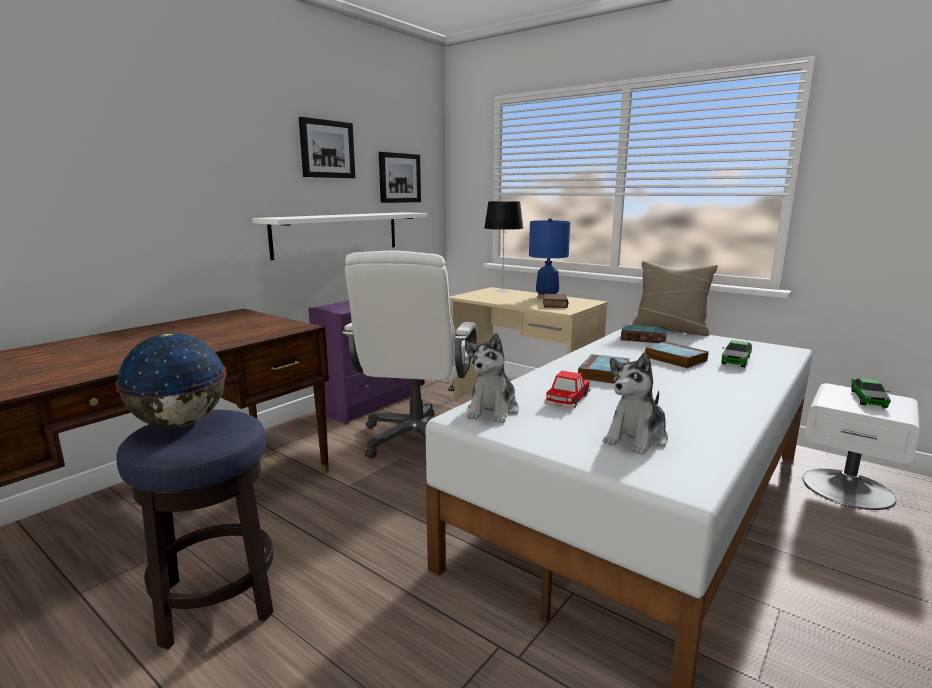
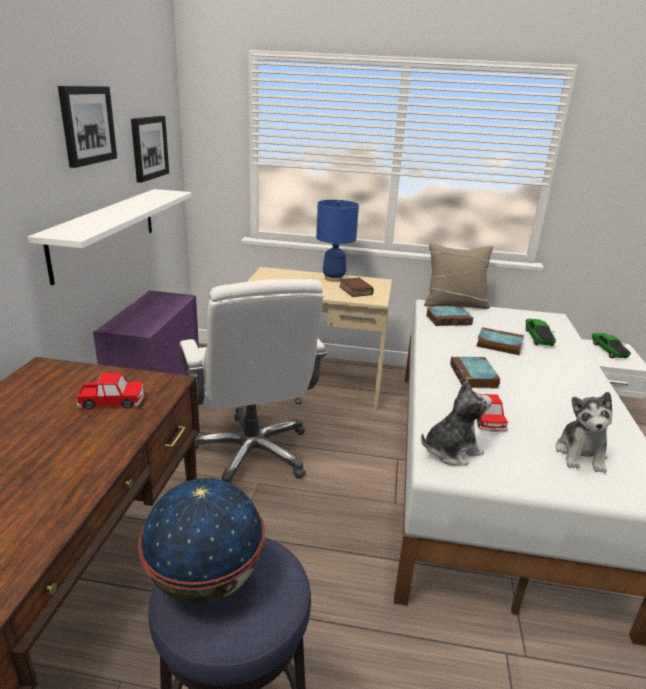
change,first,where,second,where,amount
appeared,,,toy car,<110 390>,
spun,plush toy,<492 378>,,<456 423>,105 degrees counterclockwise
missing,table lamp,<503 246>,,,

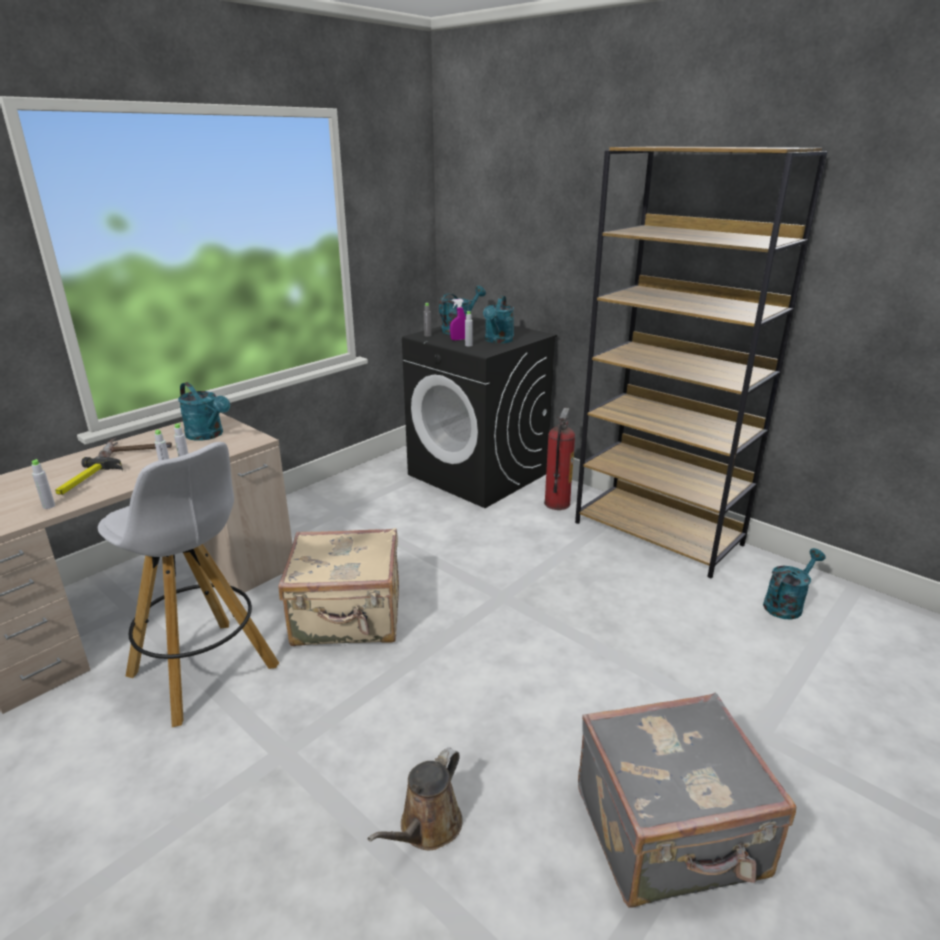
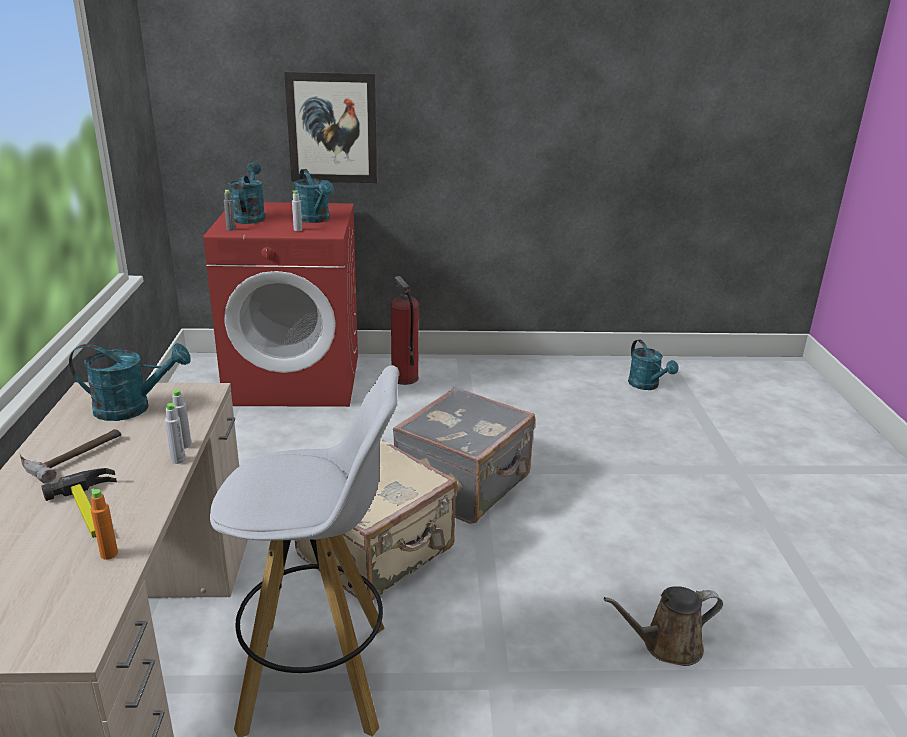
change,first,where,second,where,amount
colour,bottle in grey,<43 484>,bottle in orange,<104 524>,
colour,washing machine in black,<479 412>,washing machine in red,<280 304>,
appeared,,,picture,<330 127>,
relocated,suitcase in grey,<687 800>,,<464 455>,
spun,watering can in brown,<415 798>,,<663 626>,90 degrees clockwise
spun,watering can in turquoise,<794 584>,,<653 365>,150 degrees clockwise
missing,spray bottle in purple,<458 319>,,,
missing,bookcase in brown,<701 362>,,,

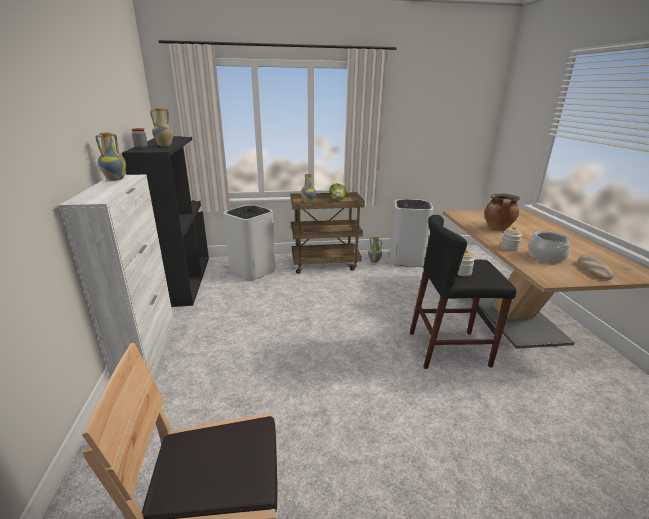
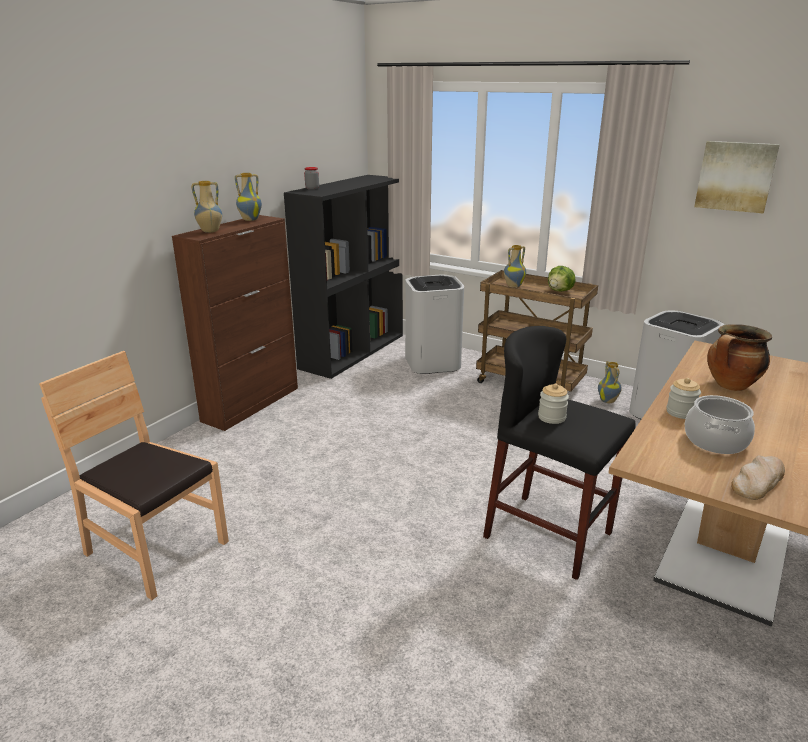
change,first,where,second,where,amount
colour,cabinet in white,<116 276>,cabinet in brown,<235 323>,
relocated,vase,<161 127>,,<206 207>,
appeared,,,picture,<737 177>,

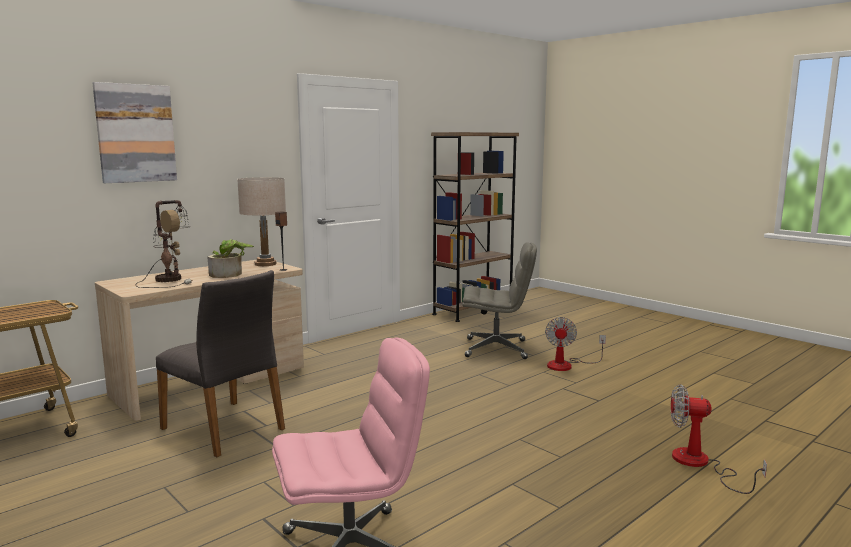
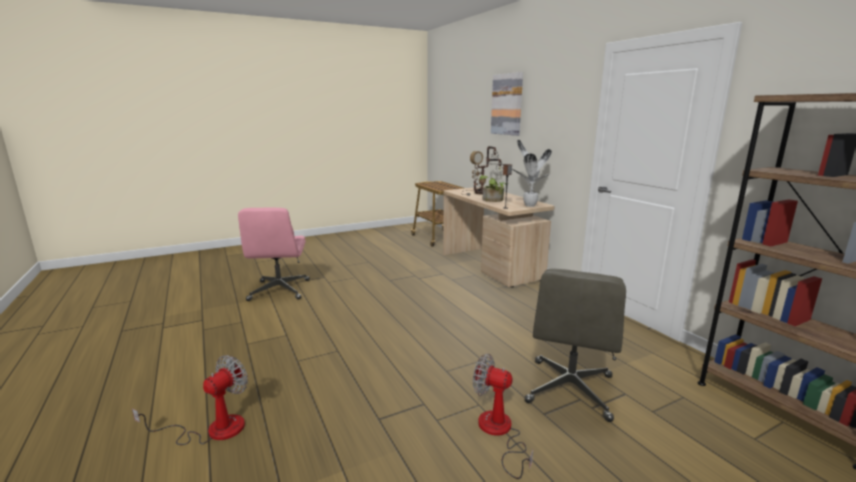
change,first,where,second,where,amount
exchanged,table lamp in beige,<261 221>,potted plant,<532 173>,
missing,chair in grey,<220 363>,,,

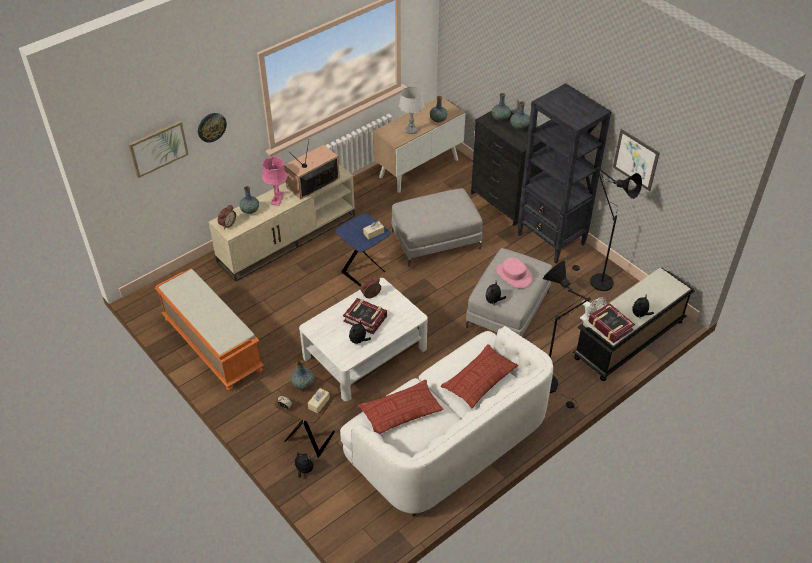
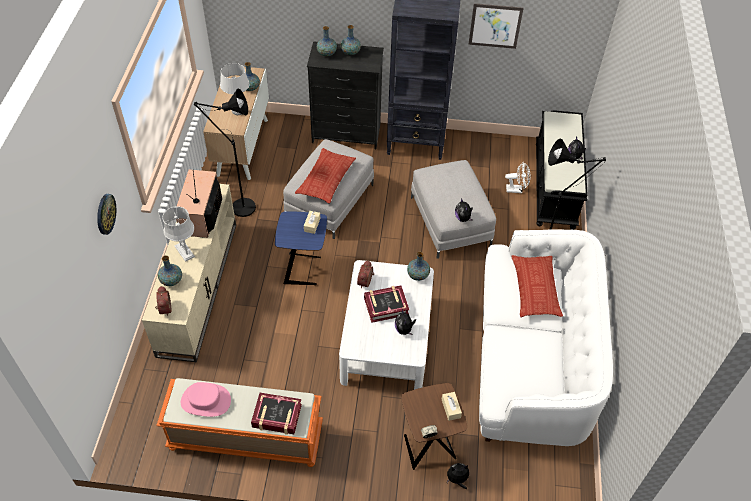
change,first,where,second,where,amount
colour,table lamp in pink,<274 181>,table lamp in grey,<178 234>,
relocated,hat in pink,<514 273>,,<206 399>,
relocated,floor lamp in black,<605 229>,,<225 152>,
relocated,book,<611 323>,,<276 414>,
relocated,pillow,<401 407>,,<325 175>,
relocated,vase,<302 375>,,<418 266>,
missing,picture,<158 149>,,,

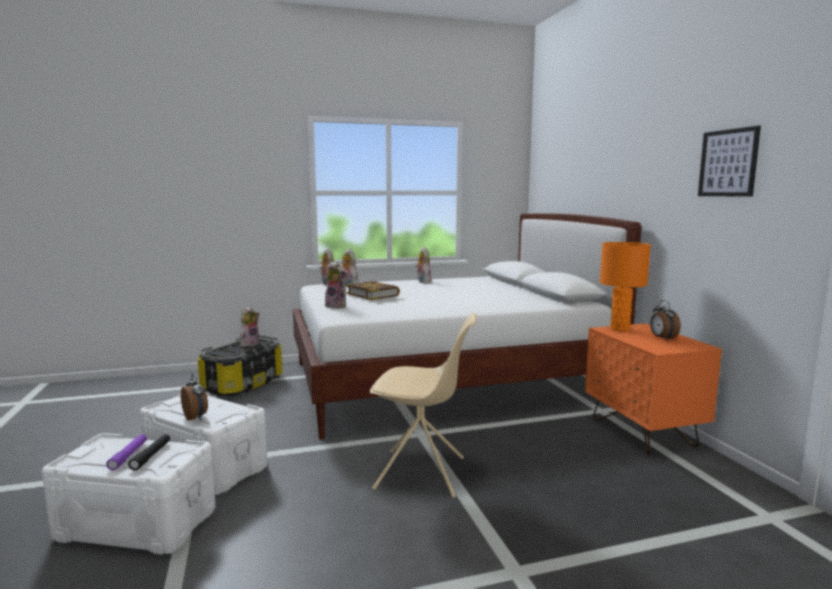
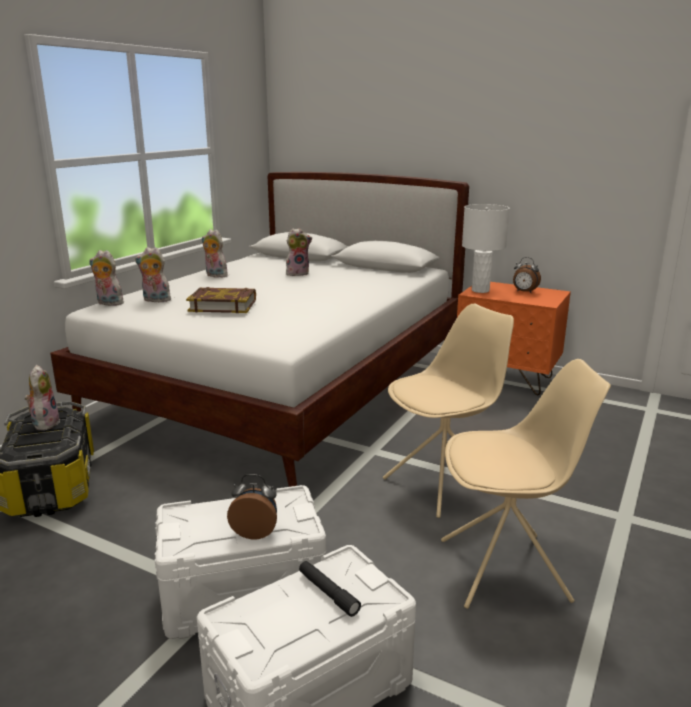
change,first,where,second,where,amount
relocated,plush toy,<336 285>,,<299 252>,
appeared,,,chair in beige,<526 484>,
colour,table lamp in orange,<625 287>,table lamp in white,<486 248>,
missing,flashlight in purple,<126 452>,,,
missing,picture,<729 161>,,,

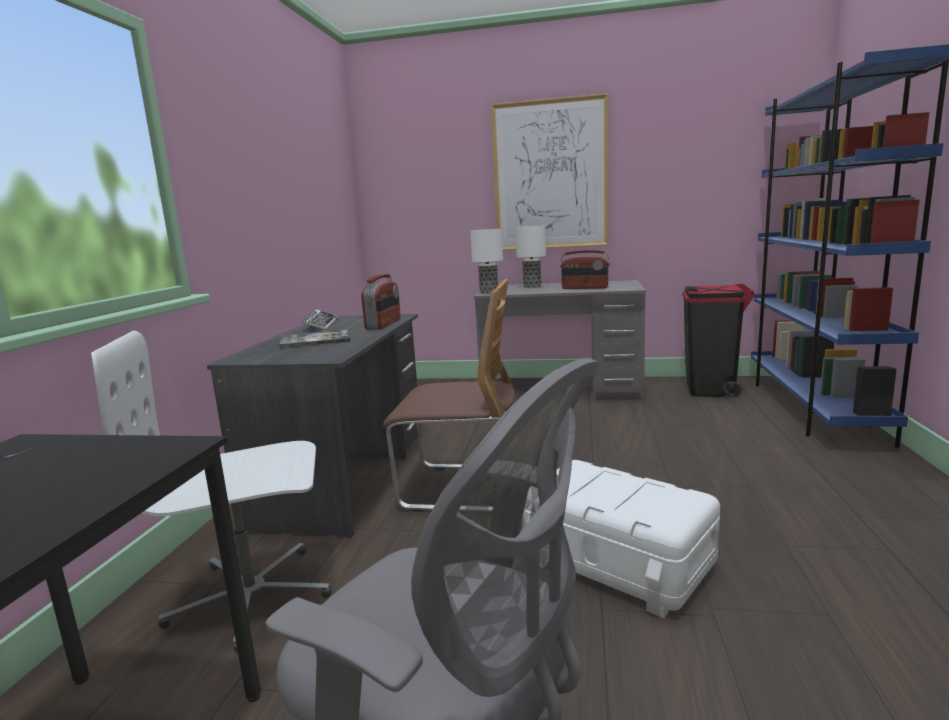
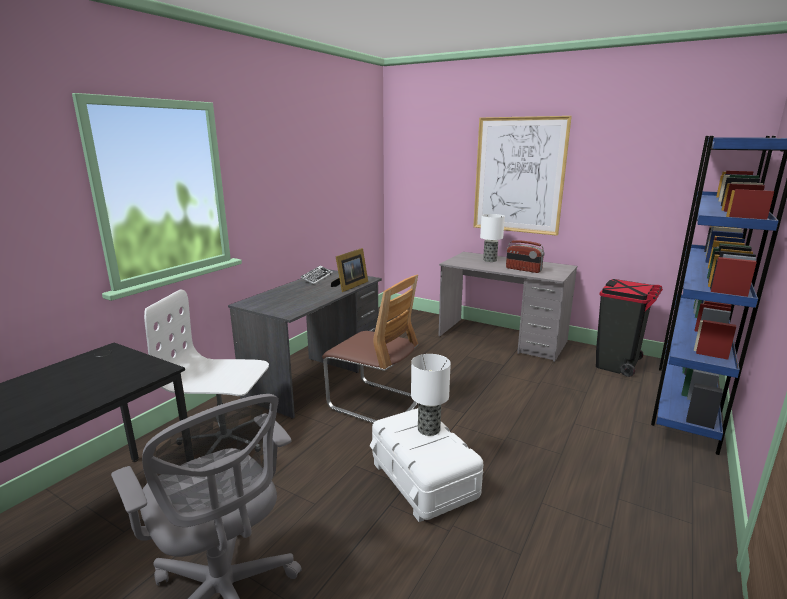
change,first,where,second,where,amount
exchanged,radio,<381 302>,picture frame,<349 270>,
relocated,table lamp,<486 261>,,<431 395>,
missing,book,<314 339>,,,

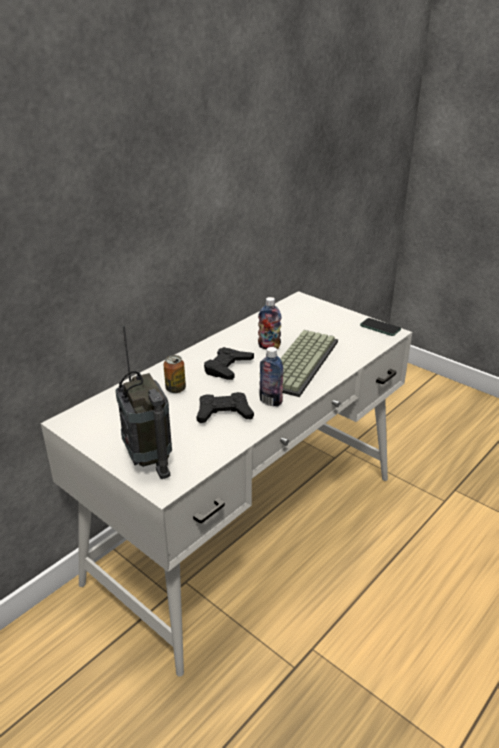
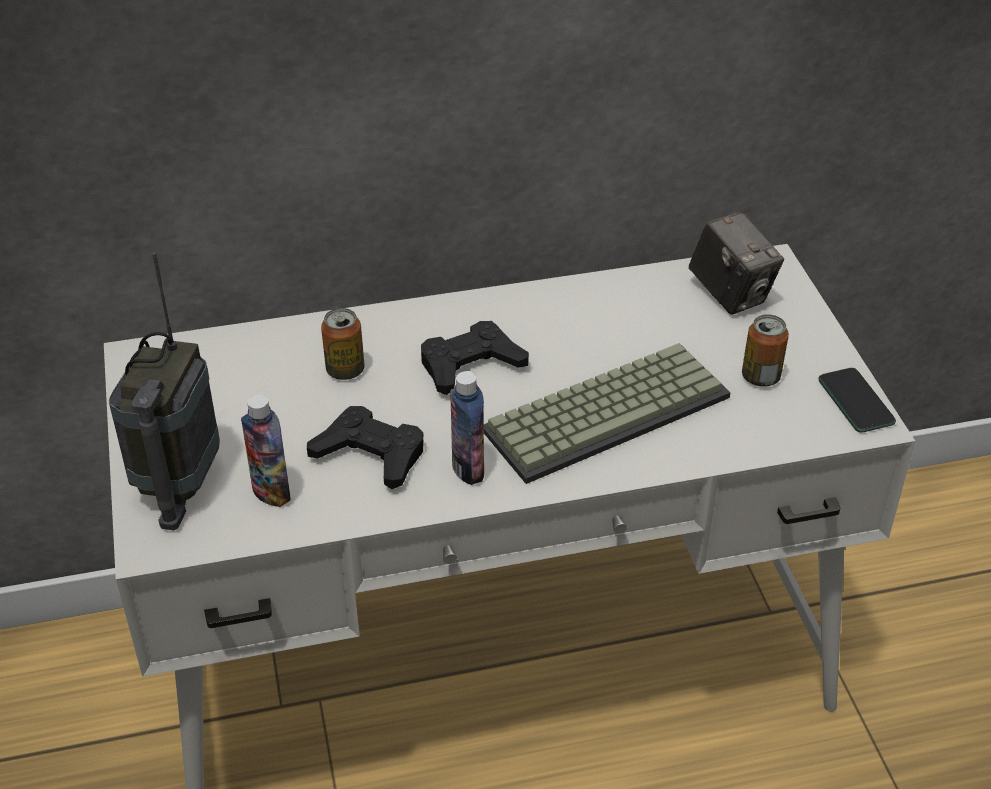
change,first,where,second,where,amount
relocated,bottle,<270 323>,,<266 450>,
appeared,,,photo camera,<736 263>,
appeared,,,can,<765 350>,

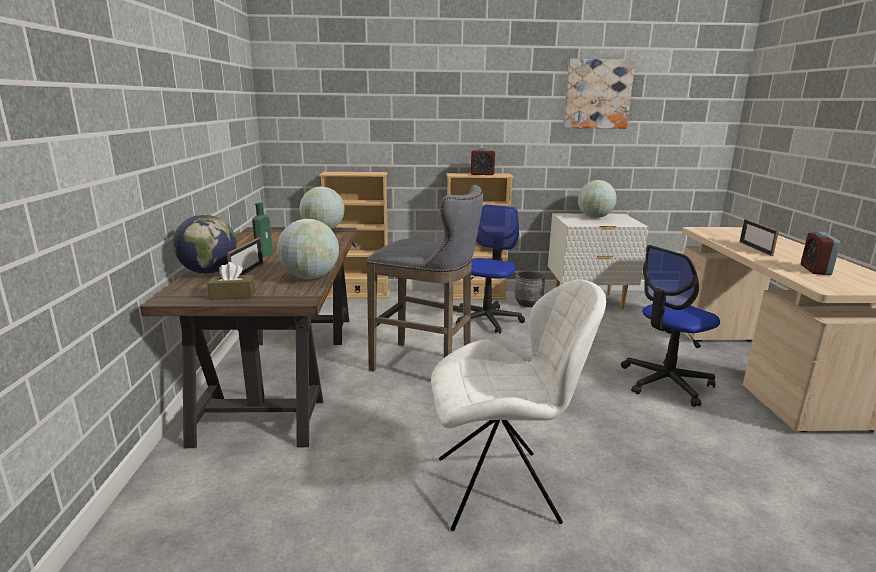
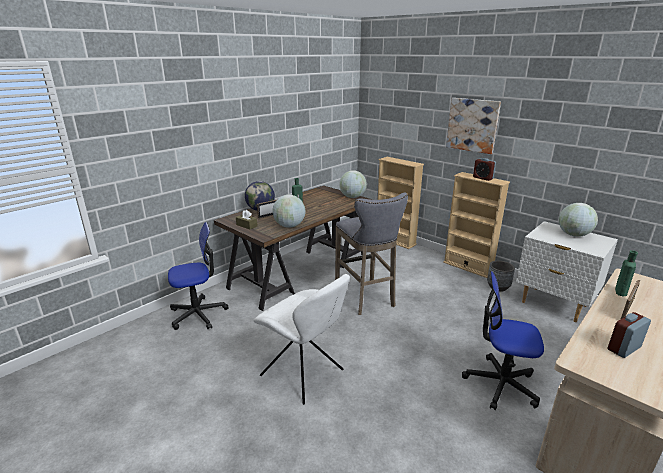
change,first,where,second,where,amount
relocated,office chair,<490 269>,,<198 276>,
relocated,picture,<599 94>,,<473 126>,
appeared,,,bottle in green,<626 273>,

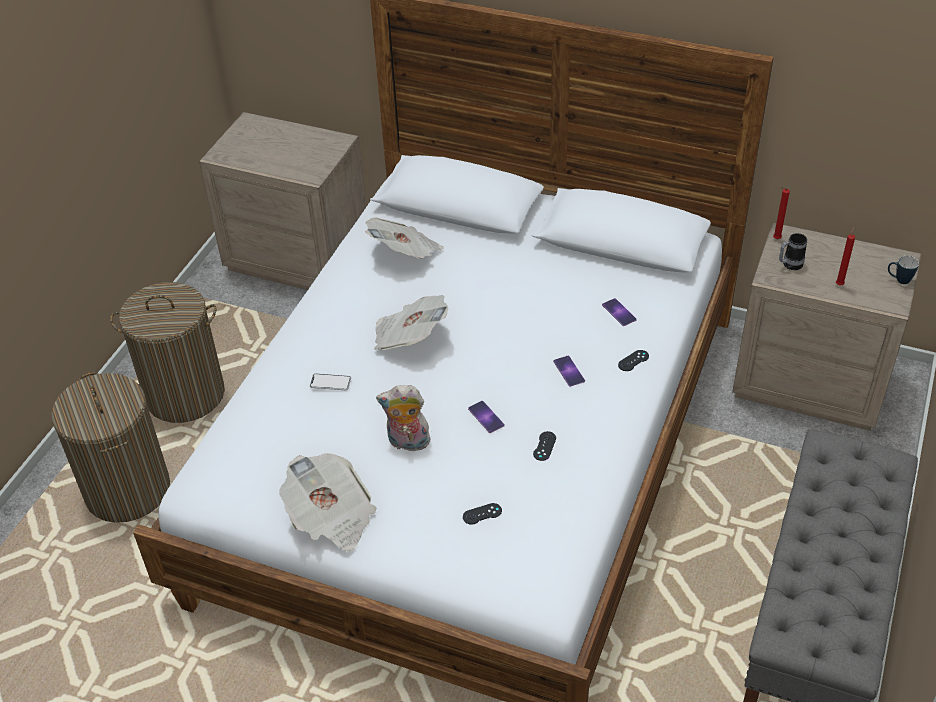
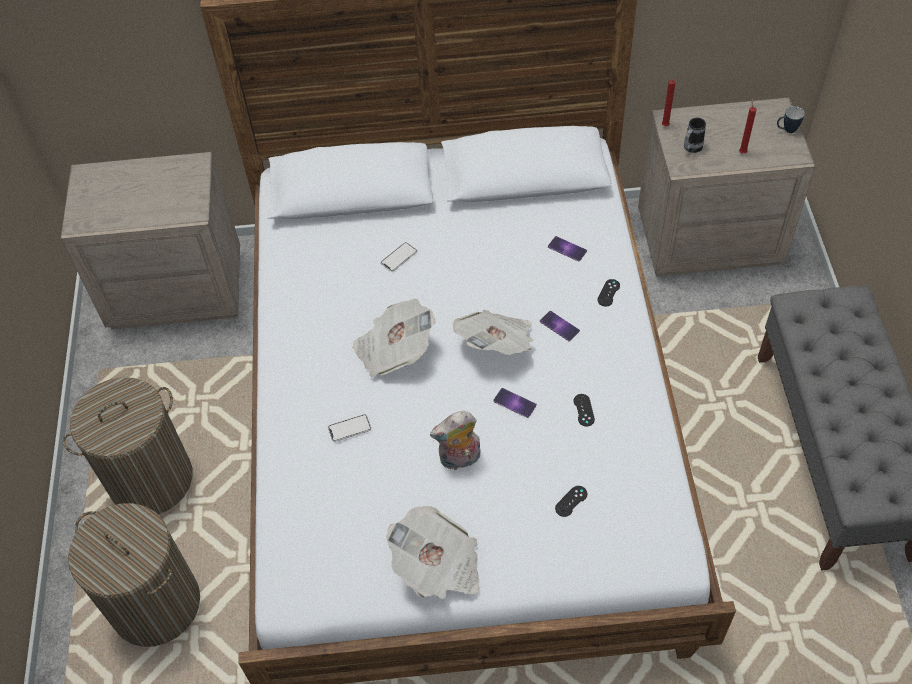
change,first,where,second,where,amount
appeared,,,phone,<399 257>,
relocated,newspaper,<404 238>,,<493 332>,

